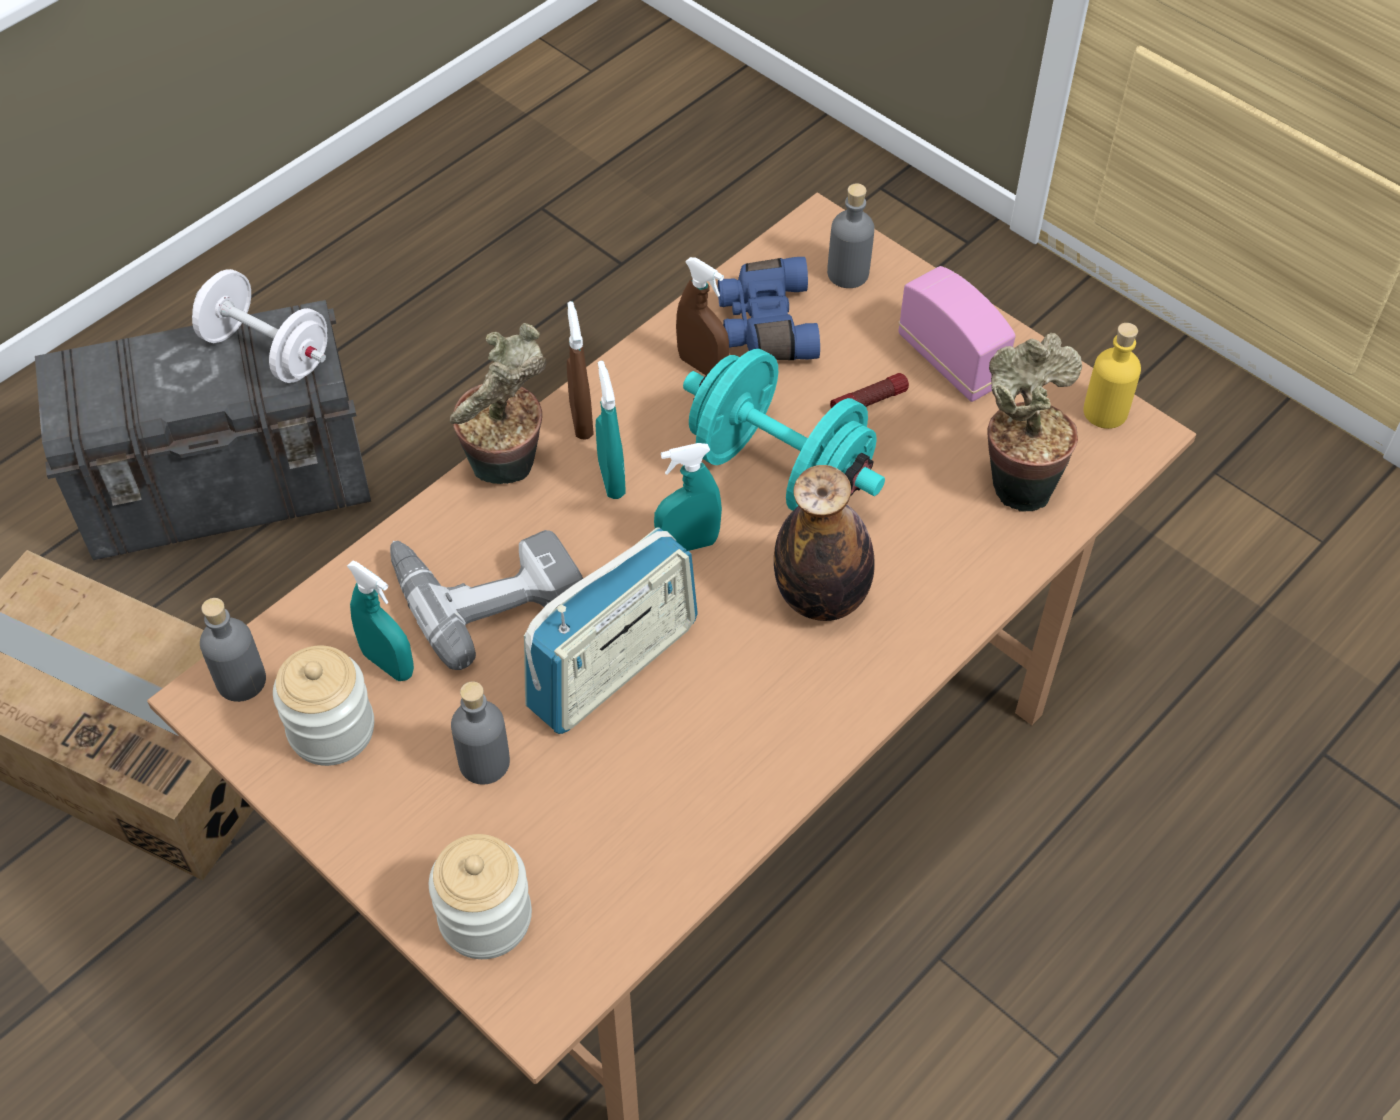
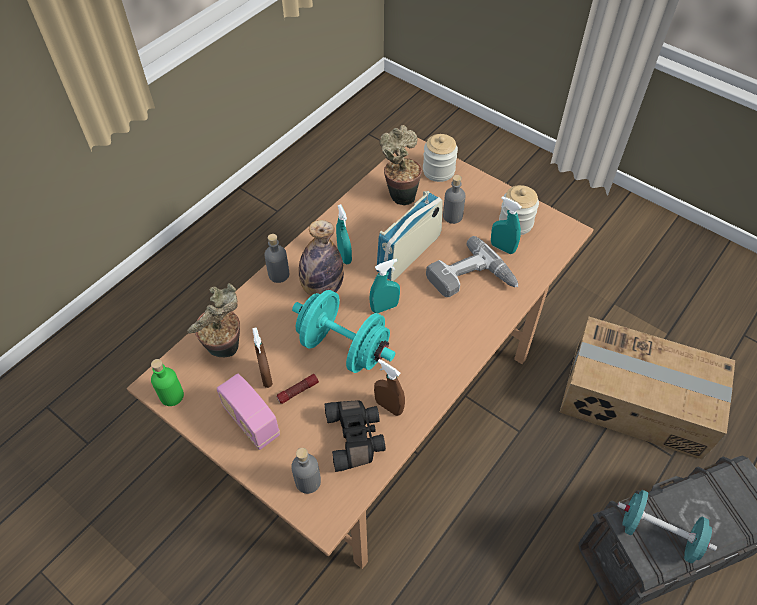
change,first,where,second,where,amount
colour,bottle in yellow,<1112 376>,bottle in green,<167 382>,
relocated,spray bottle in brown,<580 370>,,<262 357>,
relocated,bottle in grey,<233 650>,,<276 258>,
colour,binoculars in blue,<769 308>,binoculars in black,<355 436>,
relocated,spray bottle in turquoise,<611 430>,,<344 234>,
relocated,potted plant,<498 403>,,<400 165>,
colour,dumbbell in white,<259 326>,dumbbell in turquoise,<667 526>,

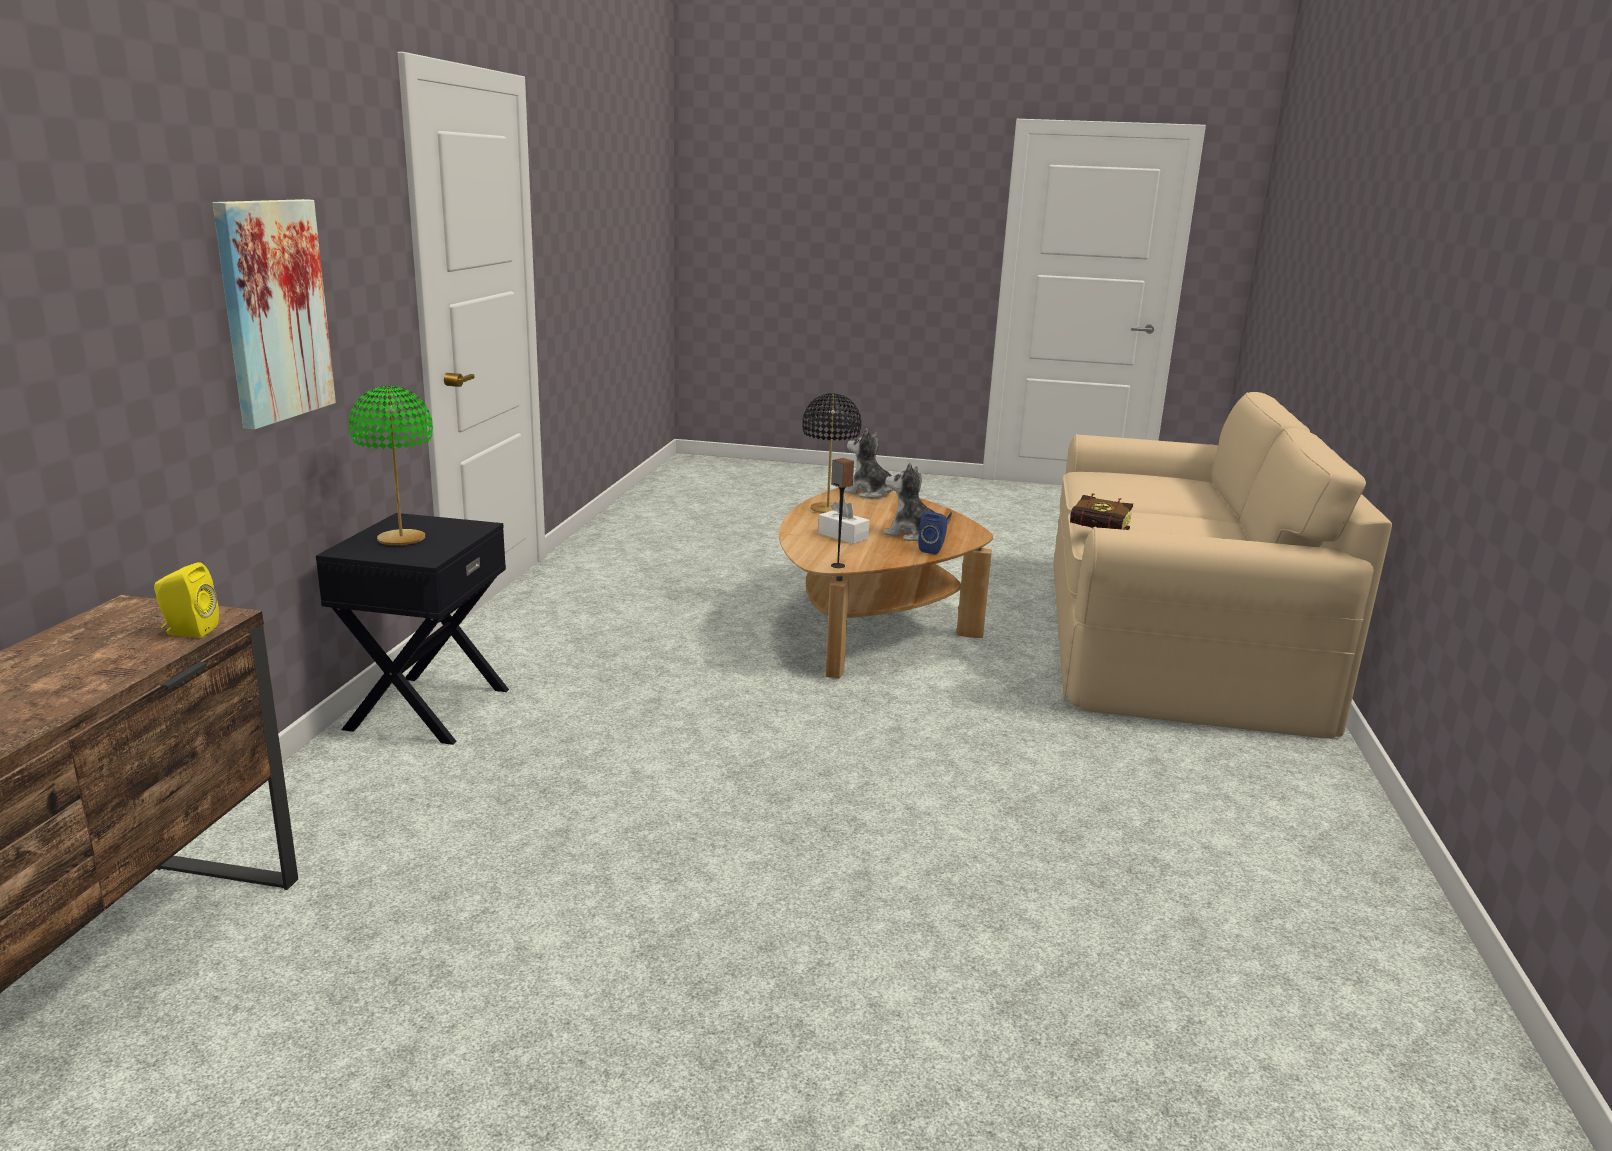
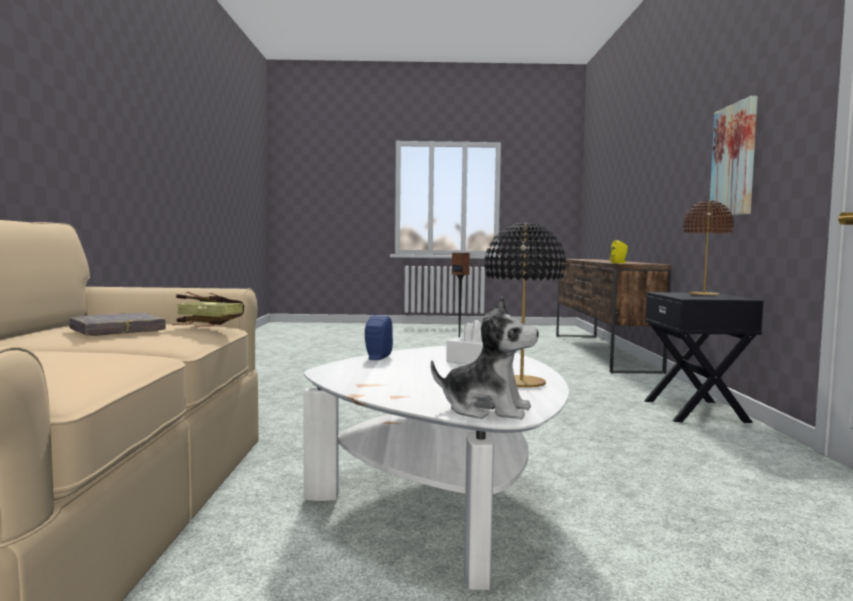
change,first,where,second,where,amount
appeared,,,book in grey,<117 324>,
colour,coffee table in brown,<886 582>,coffee table in white,<436 467>,
colour,table lamp in green,<391 465>,table lamp in brown,<708 247>,
missing,plush toy,<917 501>,,,

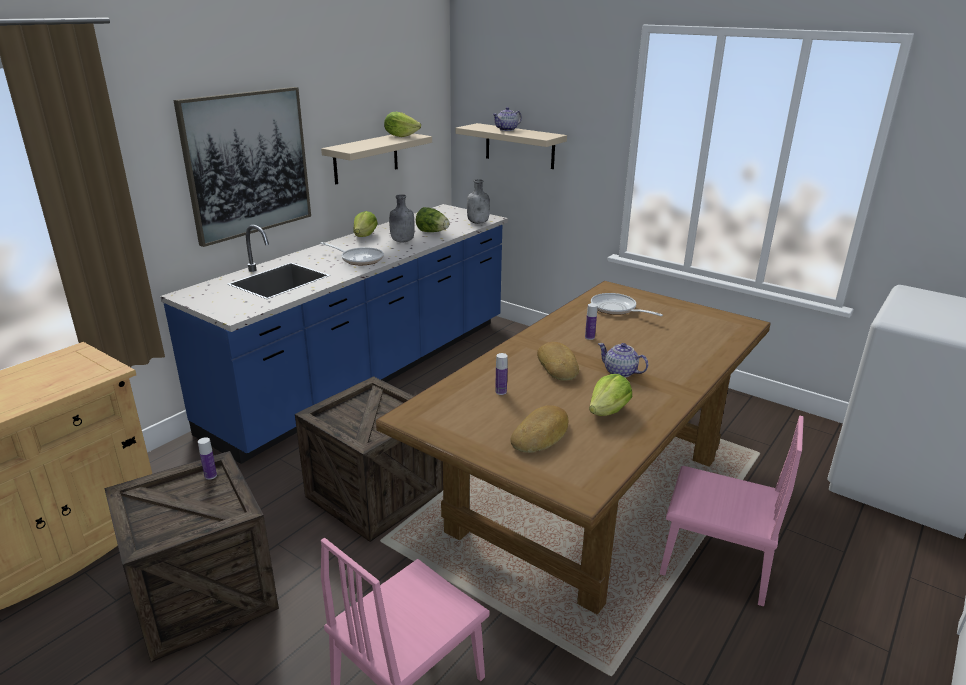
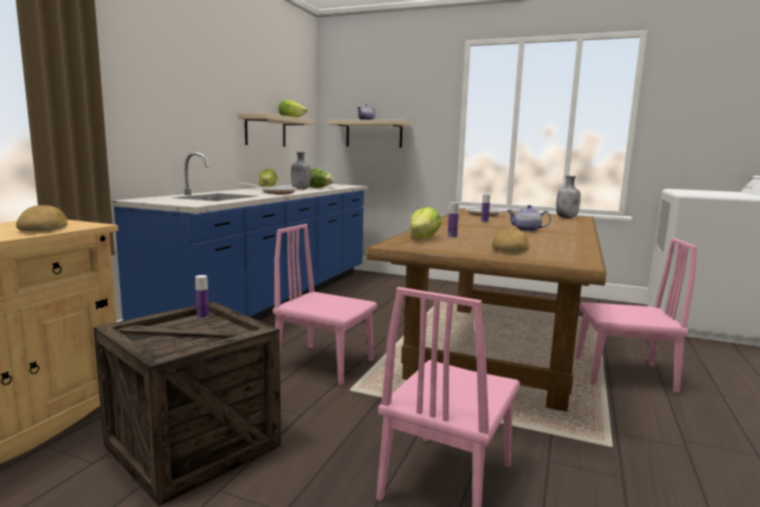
change,first,where,second,where,amount
relocated,bread,<558 361>,,<42 218>,
exchanged,crate,<369 459>,chair in pink,<325 304>,
relocated,lettuce,<610 395>,,<425 222>,
relocated,bottle in grey,<478 201>,,<568 197>,
missing,picture,<242 167>,,,

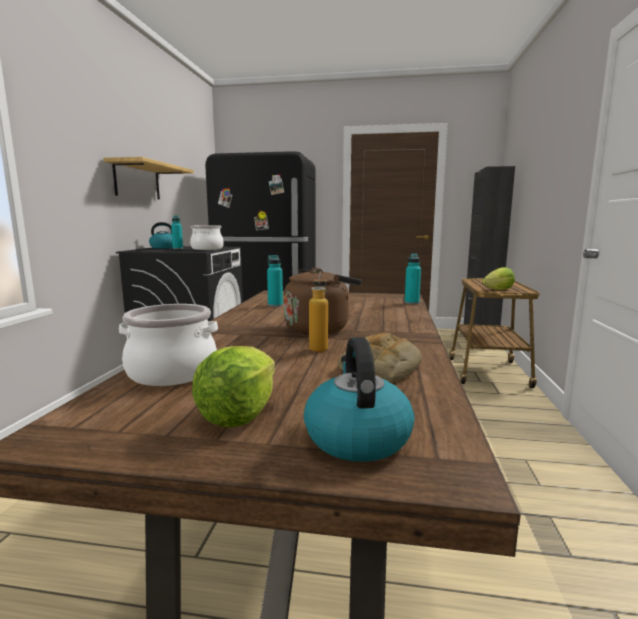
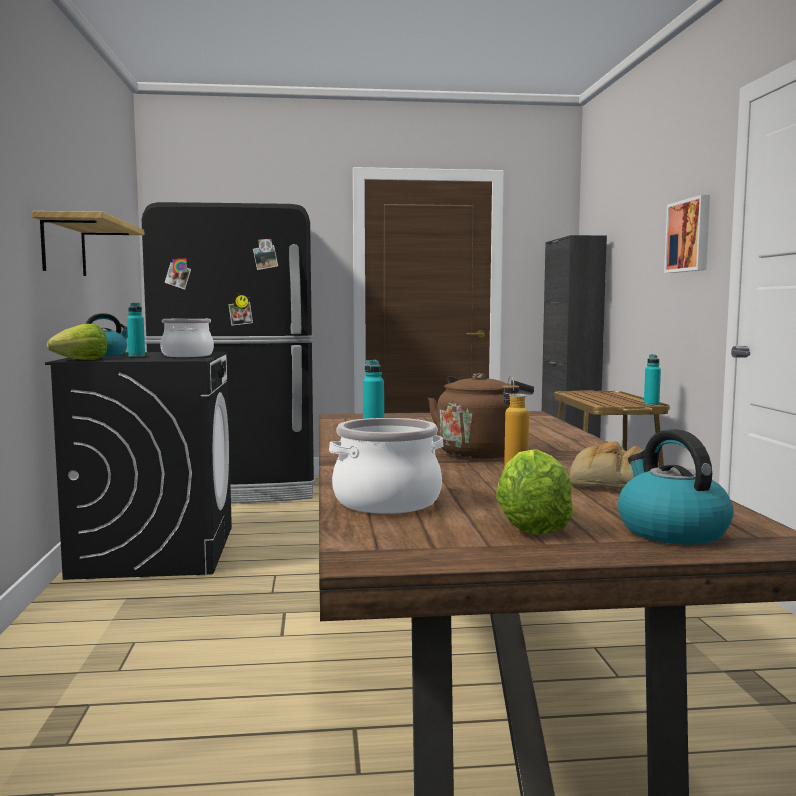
change,first,where,second,where,amount
relocated,lettuce,<498 278>,,<77 342>,
relocated,bottle in turquoise,<413 278>,,<652 379>,
appeared,,,picture,<687 234>,

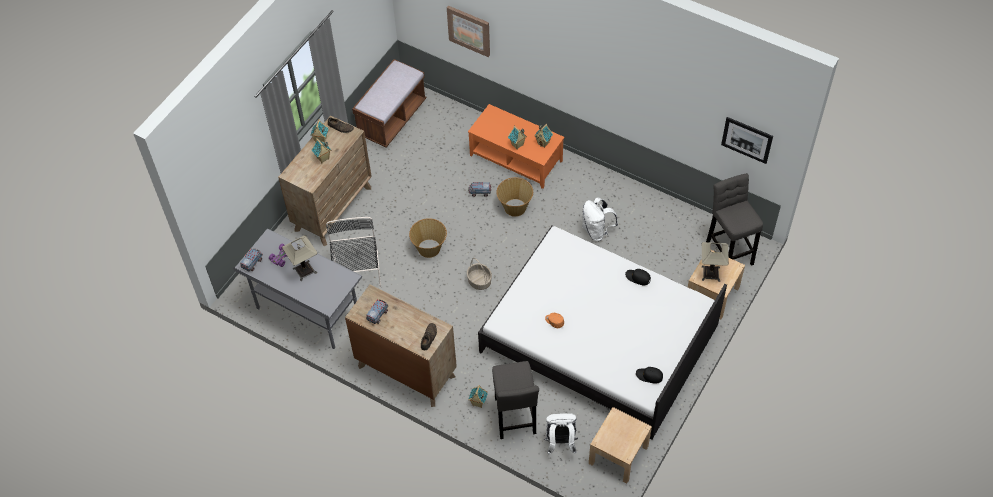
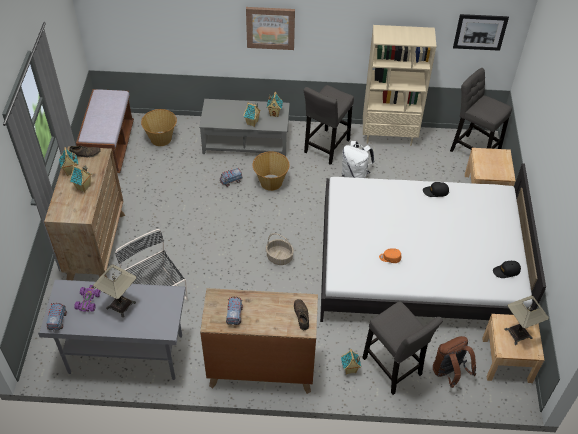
change,first,where,second,where,amount
relocated,basket,<428 238>,,<159 127>,
colour,coffee table in orange,<516 146>,coffee table in grey,<244 128>,
relocated,picture,<468 31>,,<270 28>,
appeared,,,stool in grey,<329 125>,
appeared,,,bookcase in beige,<399 85>,
colour,backpack in white,<561 434>,backpack in brown,<454 362>,
relocated,table lamp,<715 262>,,<526 320>,

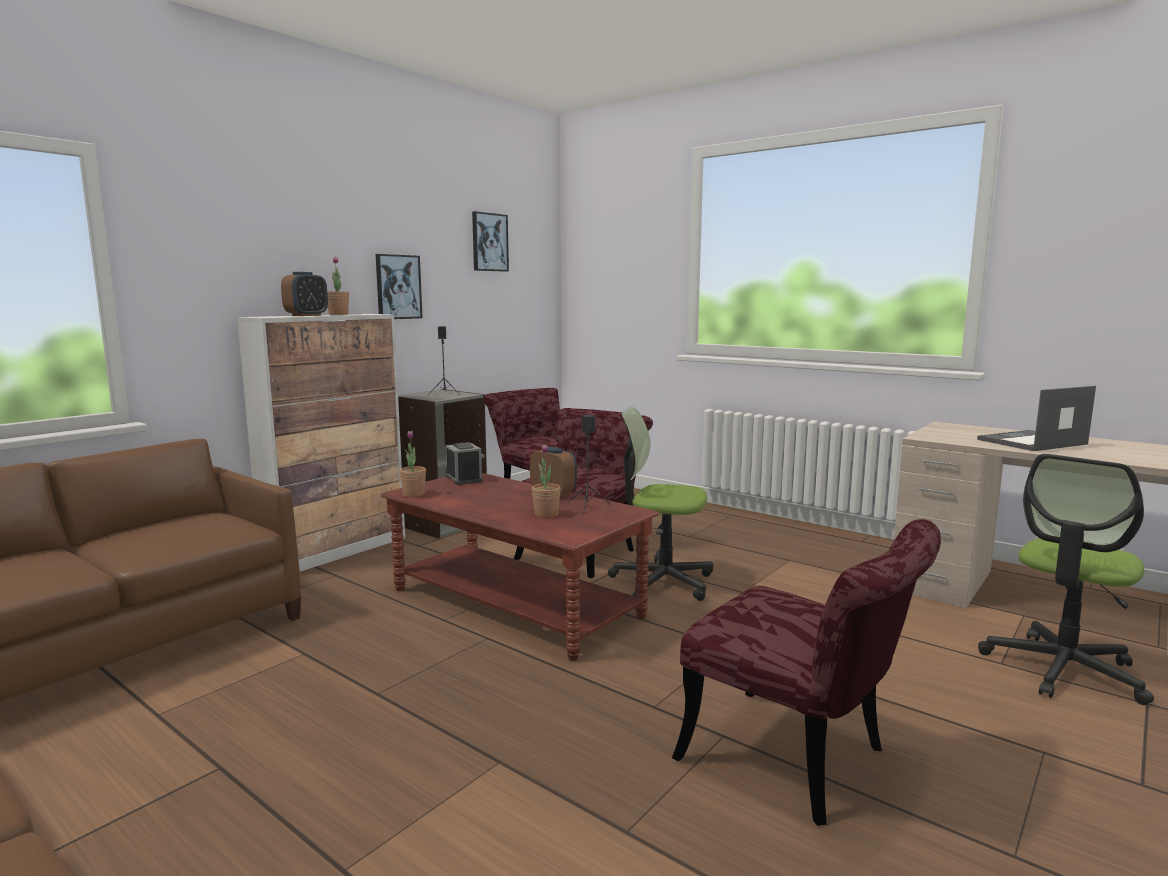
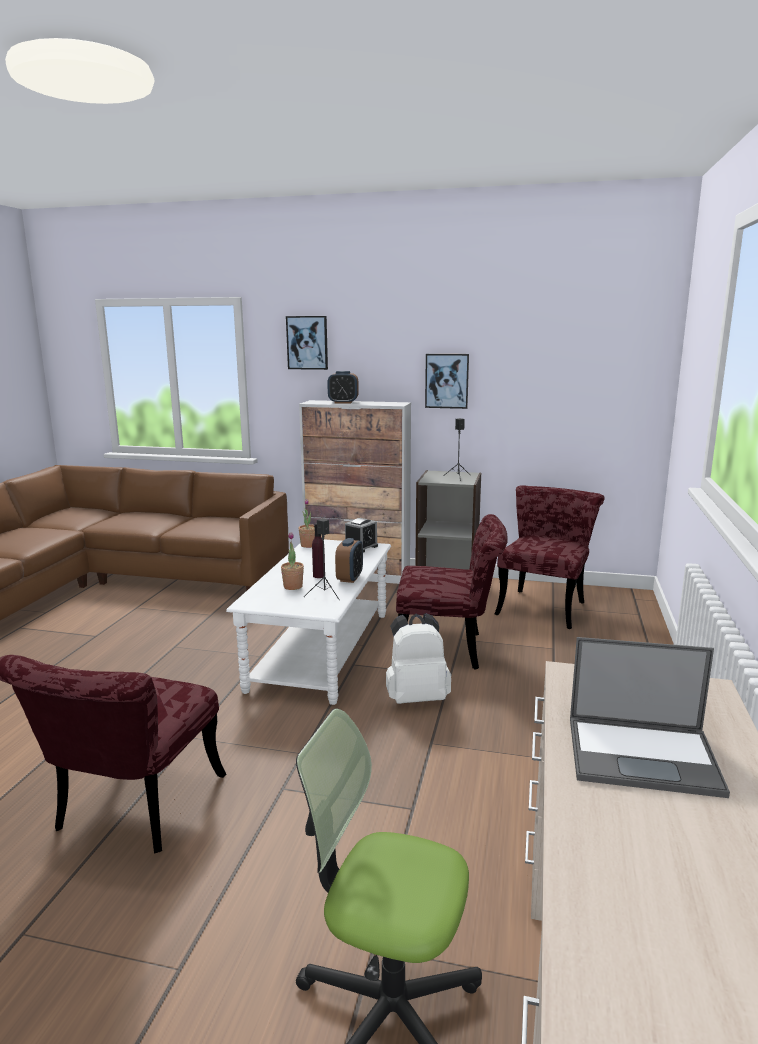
change,first,where,second,where,amount
colour,coffee table in brown,<520 567>,coffee table in white,<308 622>,
relocated,picture,<490 241>,,<307 343>,
appeared,,,bottle in purple,<318 550>,
exchanged,office chair,<660 504>,backpack in white,<418 658>,
spun,laptop,<1036 418>,,<650 717>,150 degrees clockwise
missing,potted plant,<338 286>,,,

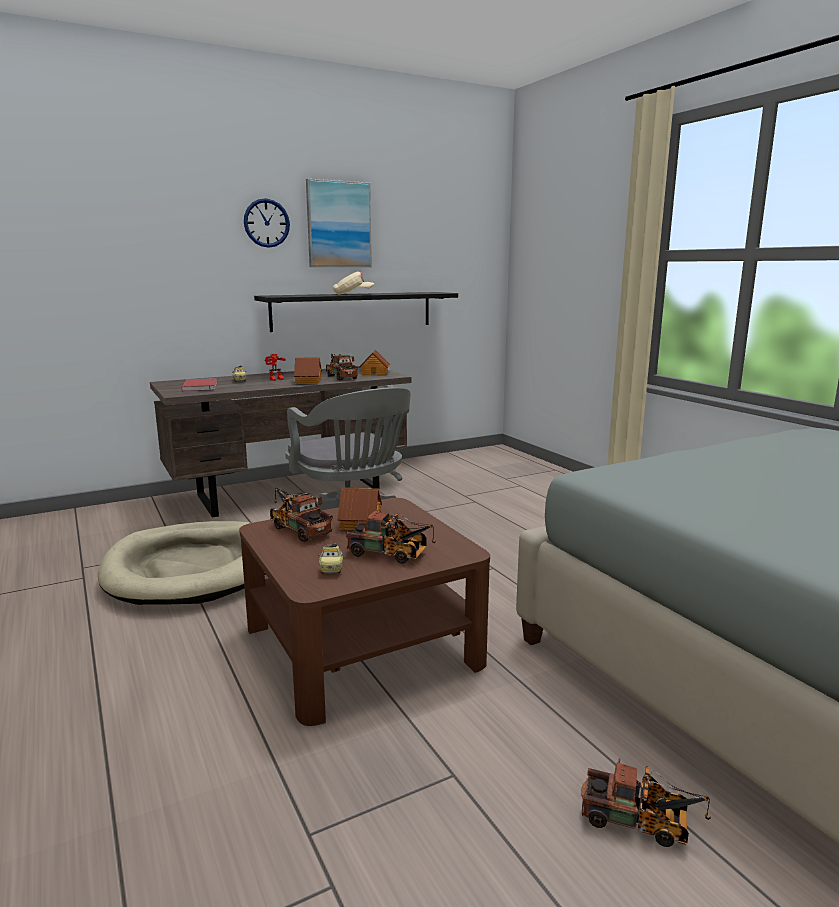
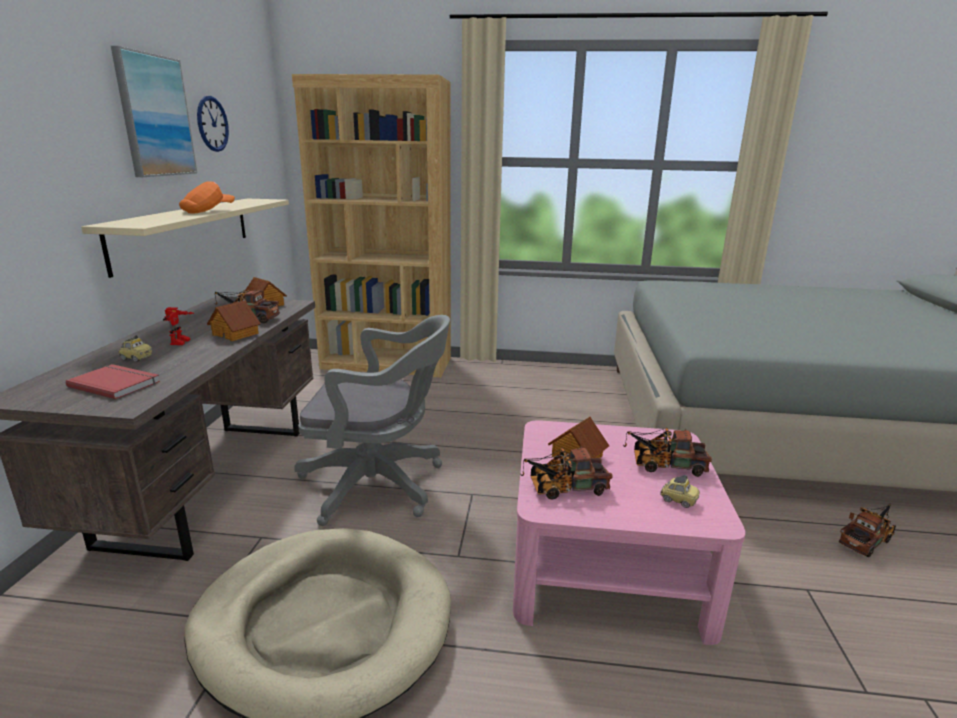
change,first,where,second,where,amount
colour,shelf in black,<356 312>,shelf in beige,<185 238>,
colour,cap in beige,<353 283>,cap in orange,<207 197>,
relocated,wall clock,<267 223>,,<213 124>,
appeared,,,bookcase in brown,<371 226>,
colour,coffee table in brown,<364 612>,coffee table in pink,<629 532>,
spun,toy truck,<391 537>,,<667 452>,135 degrees counterclockwise

